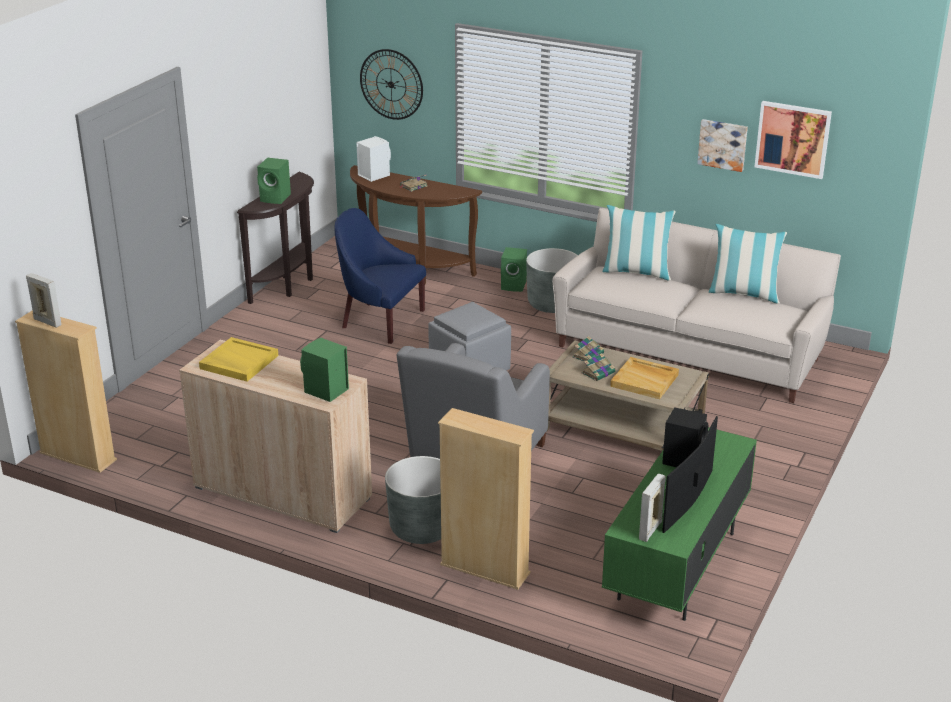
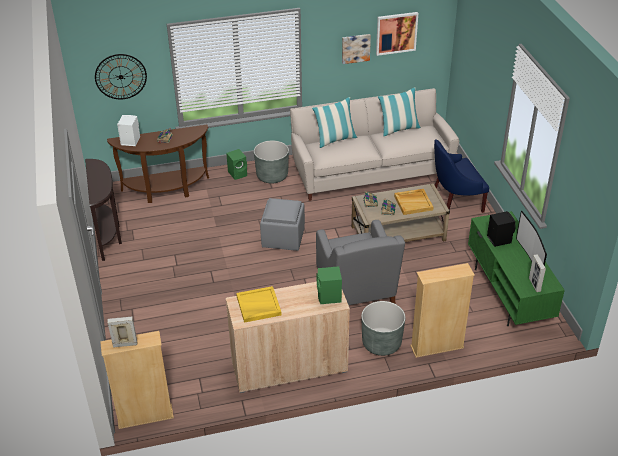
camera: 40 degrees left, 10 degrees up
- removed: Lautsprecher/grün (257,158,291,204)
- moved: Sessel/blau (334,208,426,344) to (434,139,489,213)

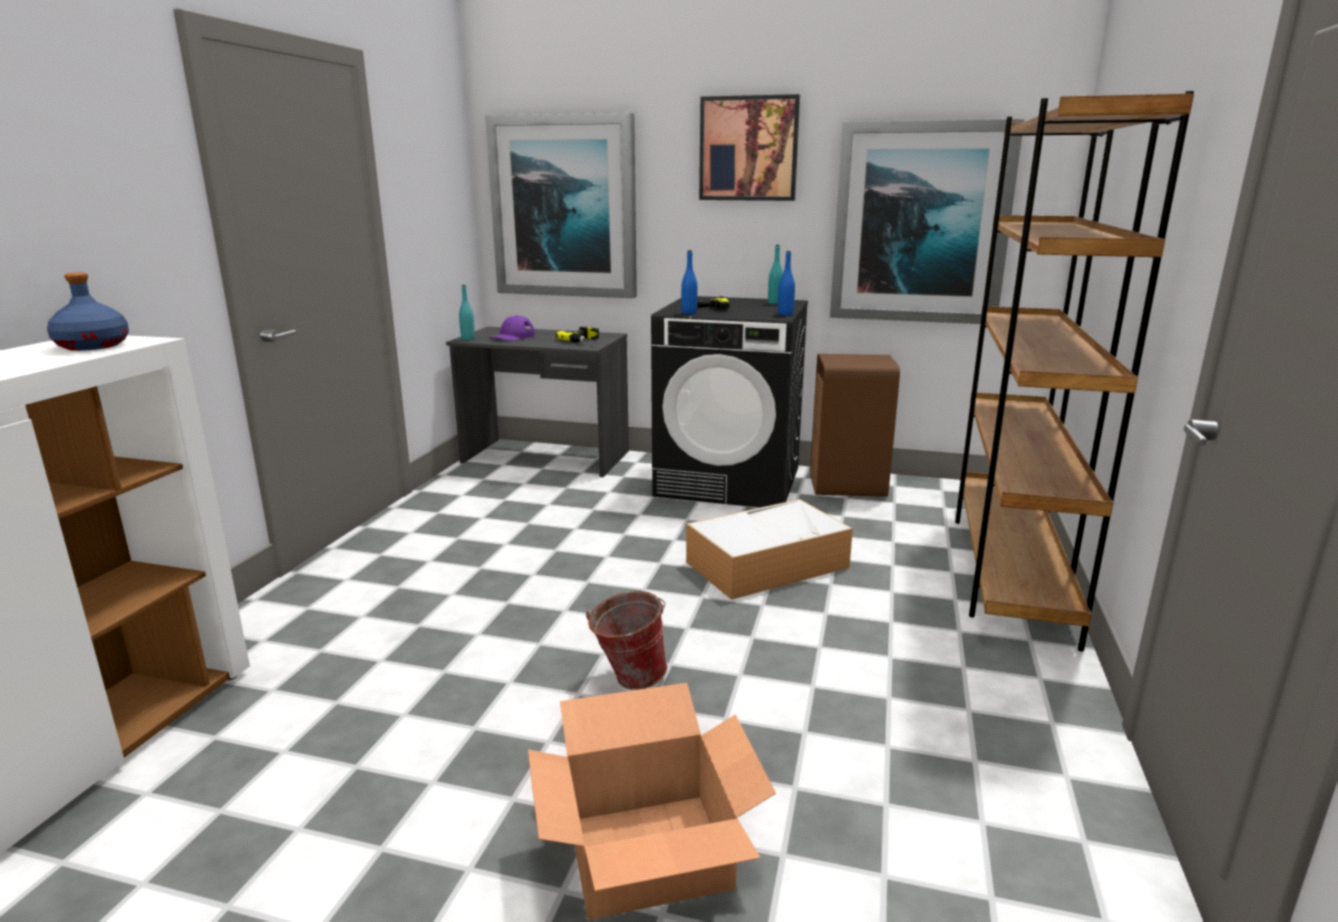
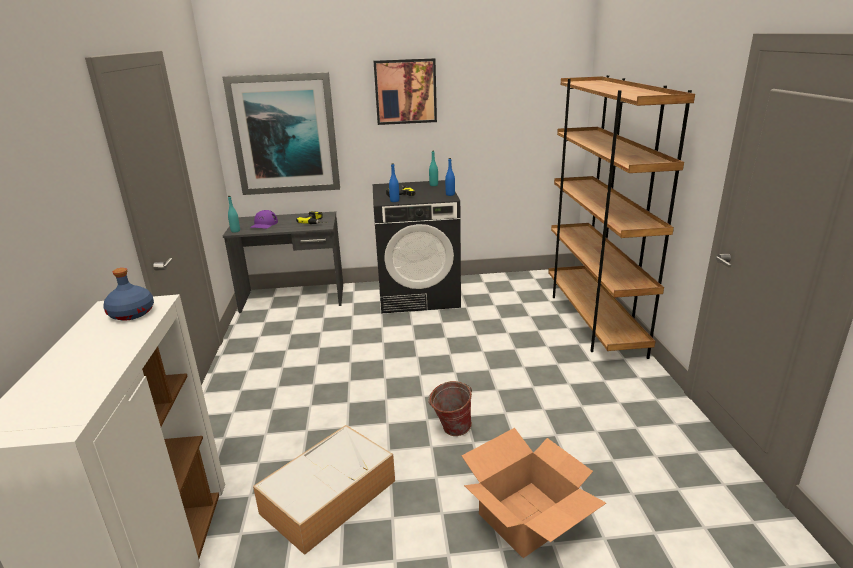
camera: 20 degrees left, 5 degrees up
- removed: Bild (830,119,1024,324)
- removed: Mülleimer/braun (810,354,900,497)
- moved: Aufbewahrungsbox (686,499,853,600) to (253,425,395,555)

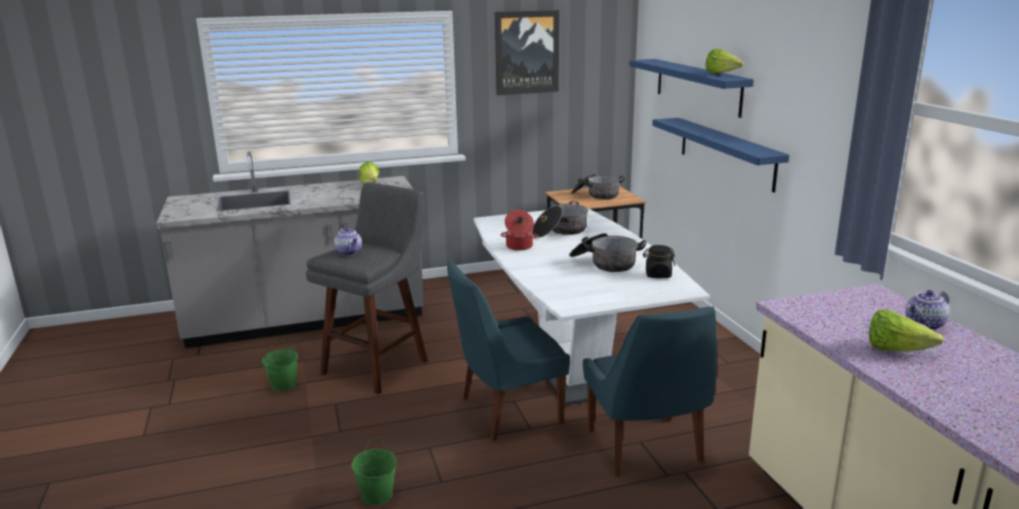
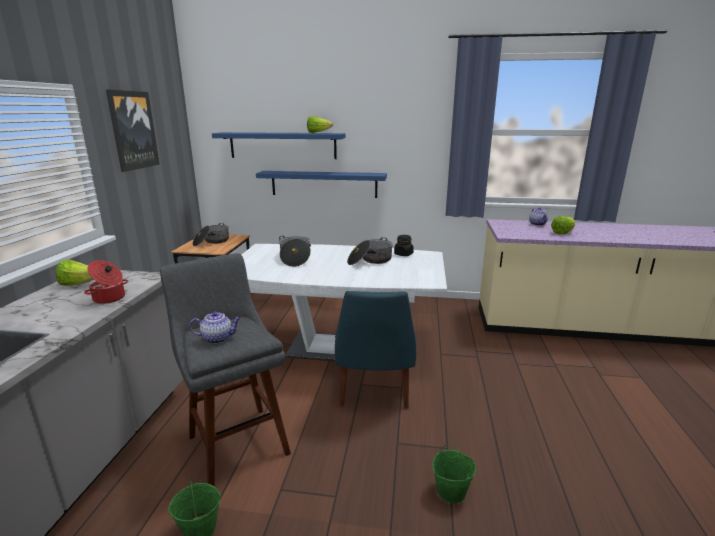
camera: 65 degrees left, 0 degrees up
- moved: Kochtopf (500,210,538,251) to (84,260,128,304)
- removed: Stuhl/blau (583,306,717,477)

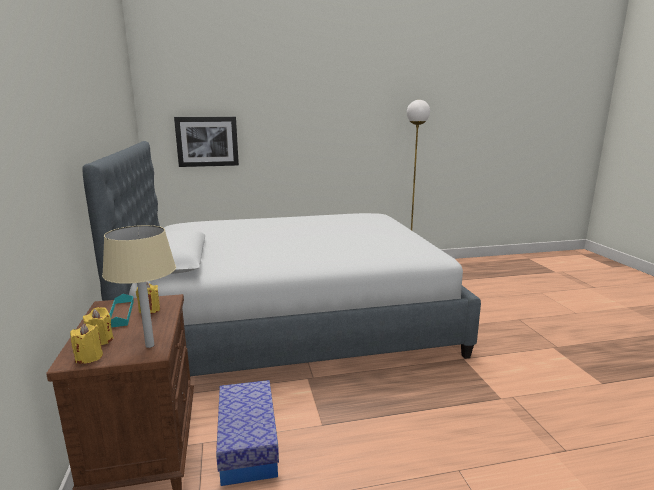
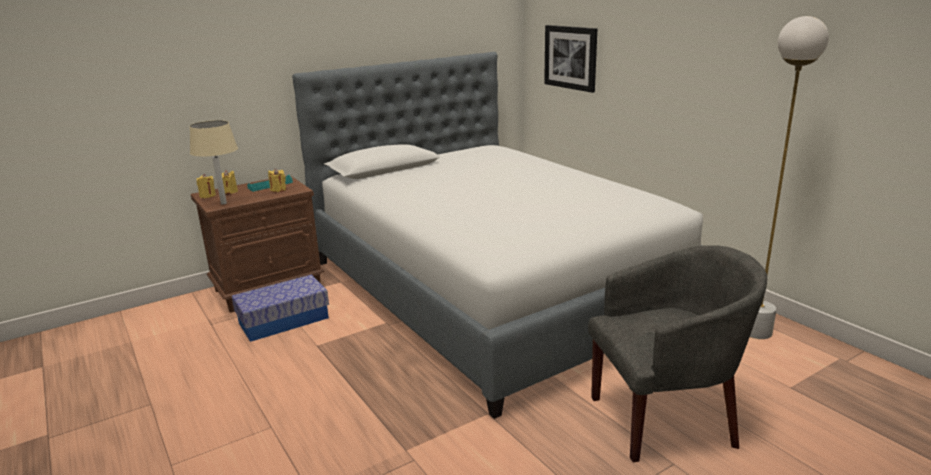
camera: 70 degrees right, 5 degrees up
- added: Sessel/grau (588,245,767,462)

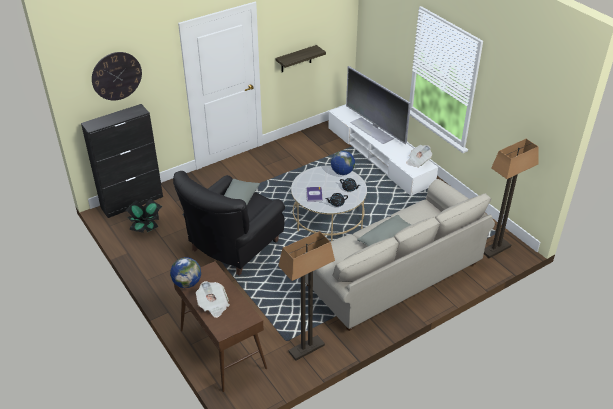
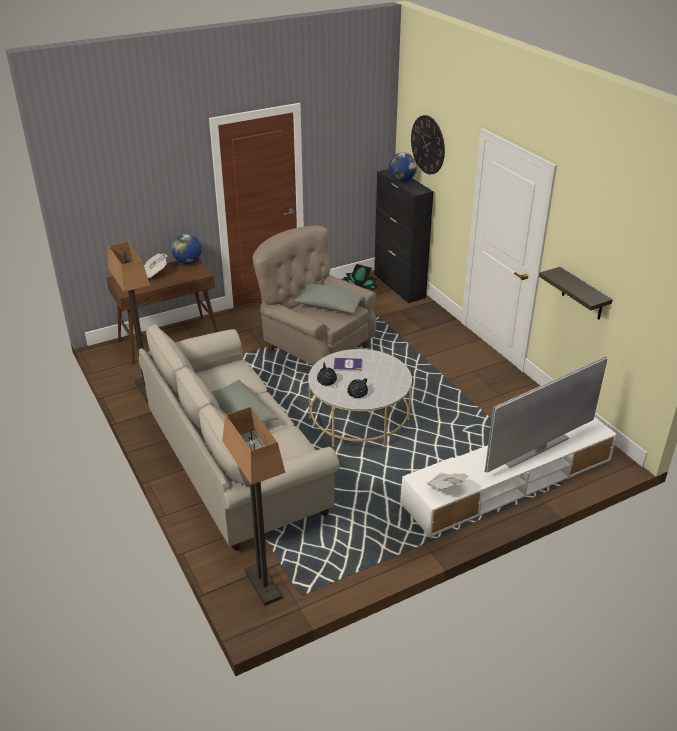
camera: 95 degrees right, 5 degrees down
- moved: Globus (331,151,355,175) to (389,153,417,182)
- recoloured: Sessel/schwarz (173,171,285,275) to Sessel/beige (252,226,377,365)

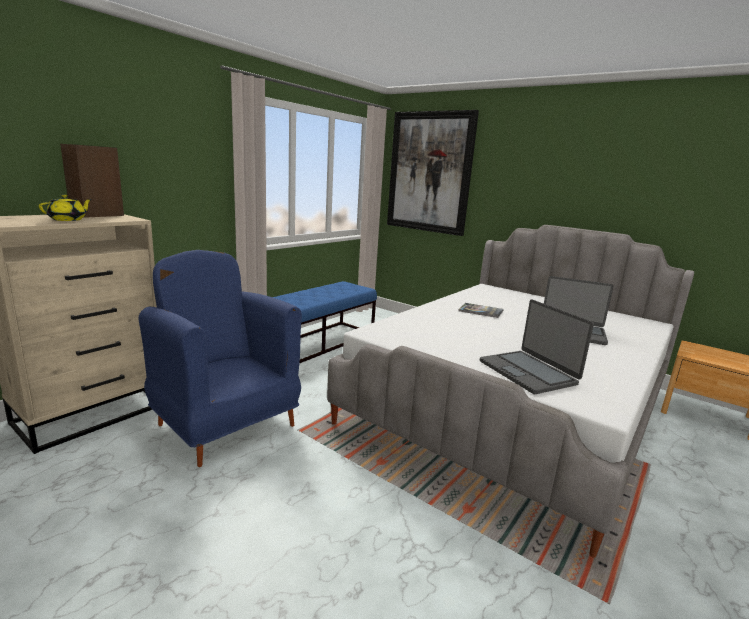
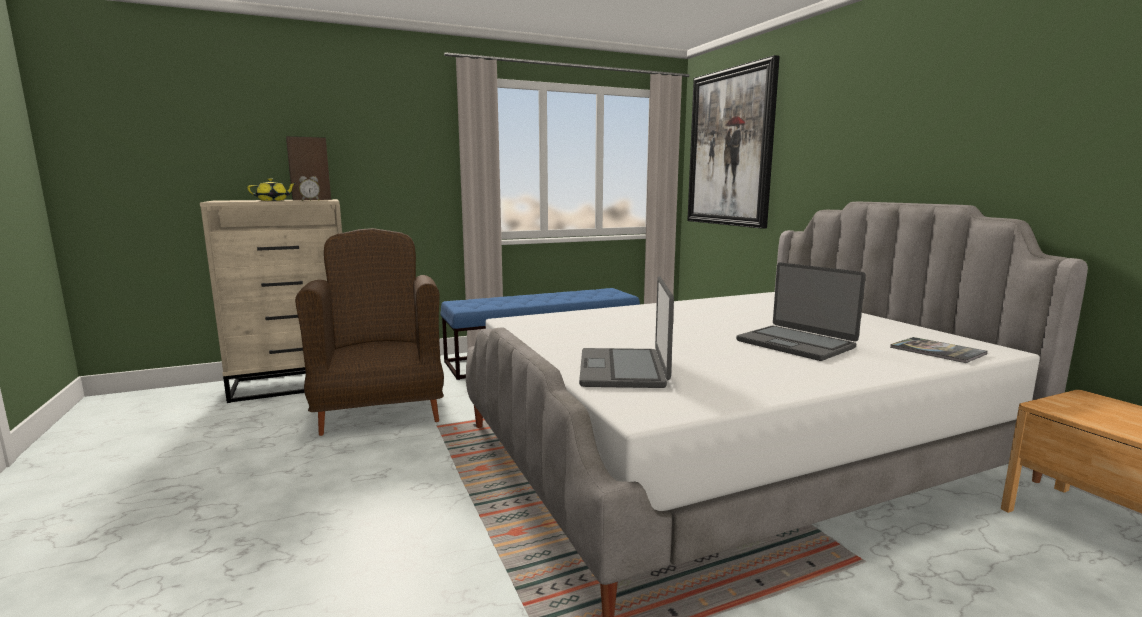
camera: 30 degrees right, 5 degrees down
- recoloured: Sessel/blau (139,250,302,467) to Sessel/braun (295,228,444,436)
- moved: Buch (458,303,504,318) to (890,337,988,363)
- added: Wecker (299,176,320,201)

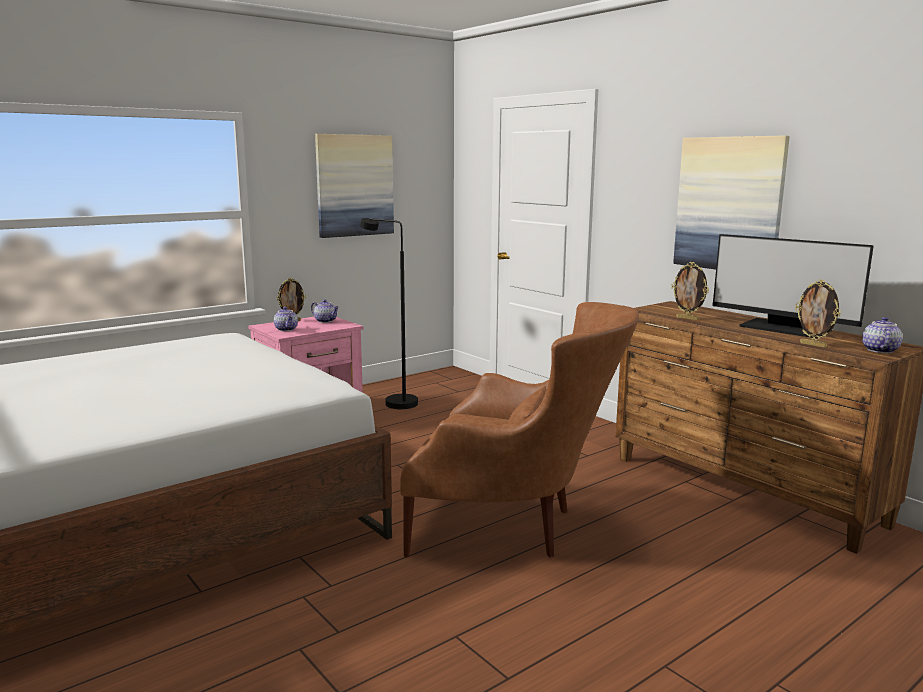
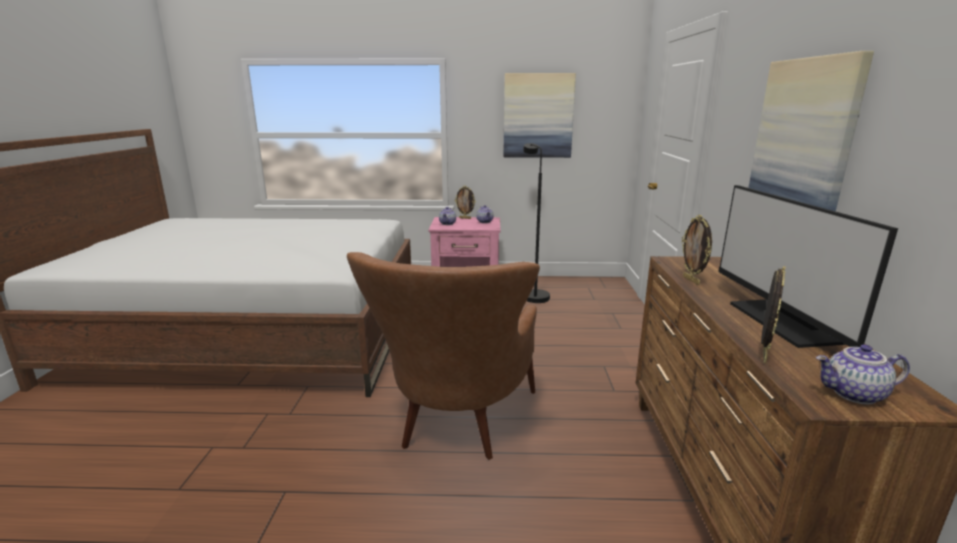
camera: 40 degrees right, 5 degrees up
- turned: Bilderrahmen (795,279,841,348) = (761,266,786,363) 150 degrees counterclockwise
- turned: Sessel/braun (400,302,639,557) = (347,252,540,460) 45 degrees clockwise
- turned: Teekanne (862,317,902,353) = (816,344,910,405) 150 degrees counterclockwise

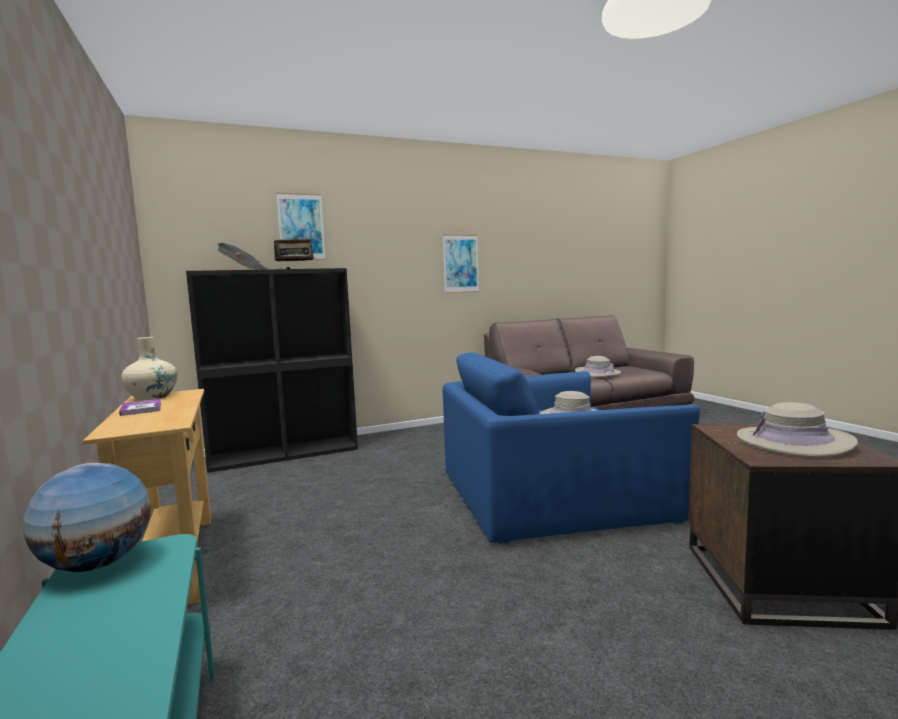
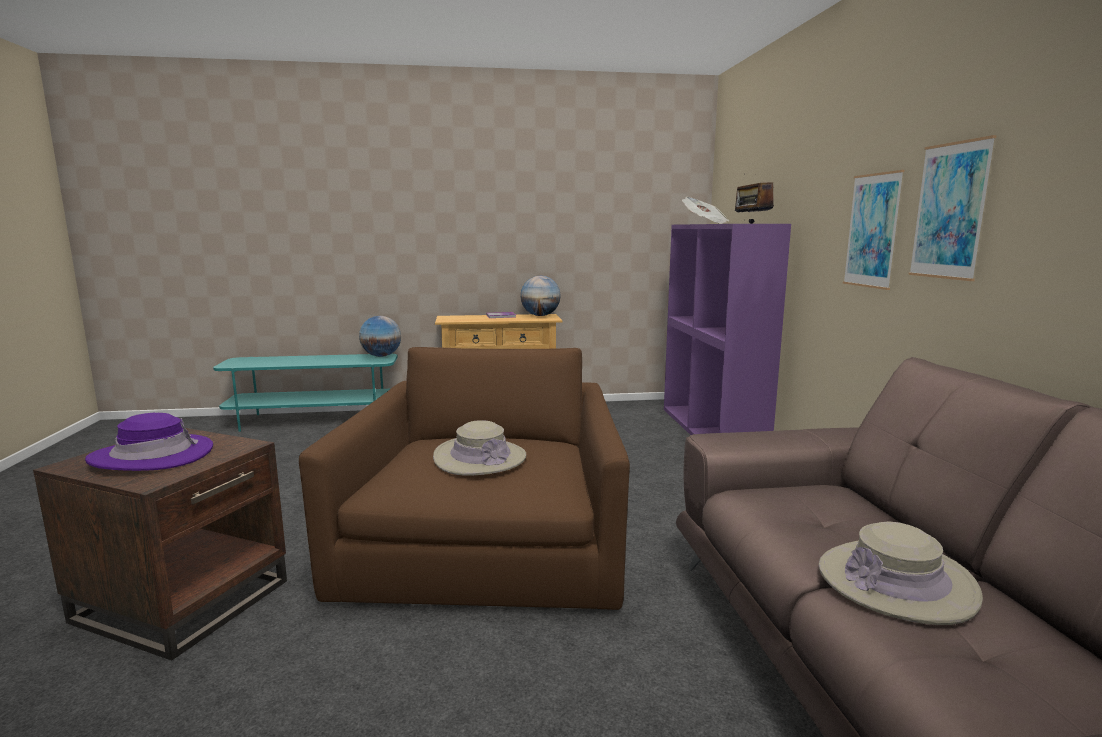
camera: 105 degrees right, 5 degrees up
- moved: Bild (276,192,326,260) to (843,170,904,290)
- recoloured: Bücherregal/schwarz (186,268,358,473) to Bücherregal/lila (664,224,791,435)
- replaced: Vase/beige (121,337,177,400) to Globus (520,276,561,316)
- recoloured: Sessel/blau (442,352,700,544) to Sessel/braun (299,347,630,610)
- recoloured: Hut/beige (737,402,858,458) to Hut/lila (85,413,213,471)

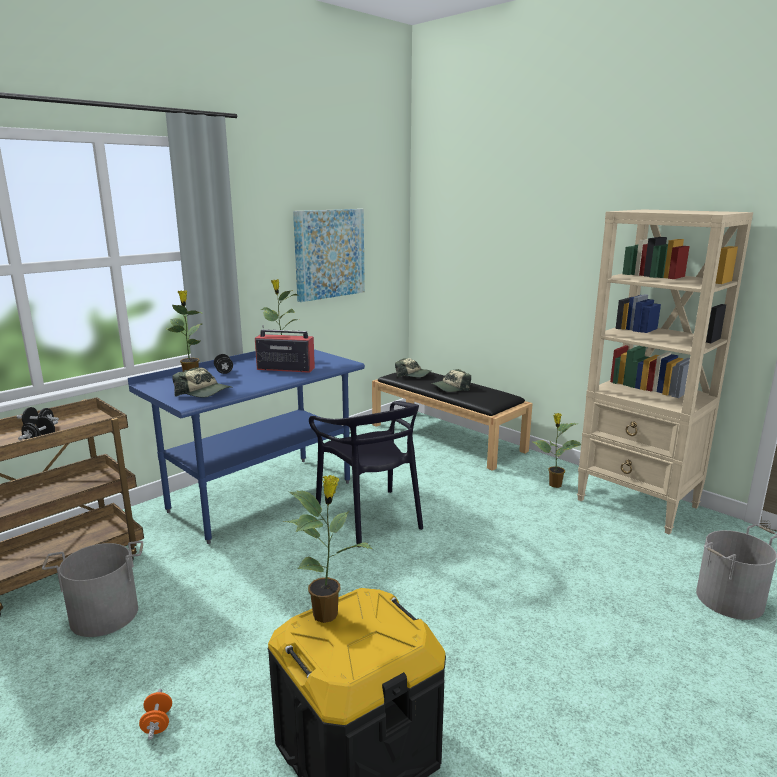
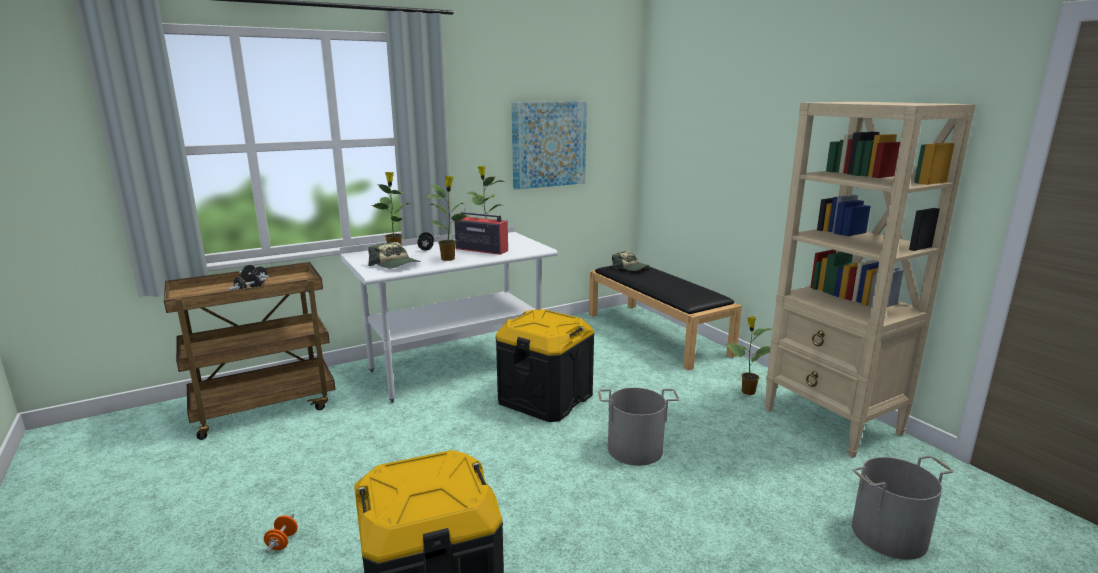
camera: 15 degrees right, 0 degrees up
- recoloured: Schreibtisch/blau (128,349,365,544) to Schreibtisch/weiß (340,226,558,403)
- removed: Kappe (431,369,471,392)
- replaced: Stuhl/schwarz (309,401,423,548) to Aufbewahrungsbox/schwarz (496,309,595,422)
- moved: Topfpflanze (284,475,373,623) to (427,176,468,261)
- moved: Eimer/grau (42,541,143,637) to (598,388,679,466)

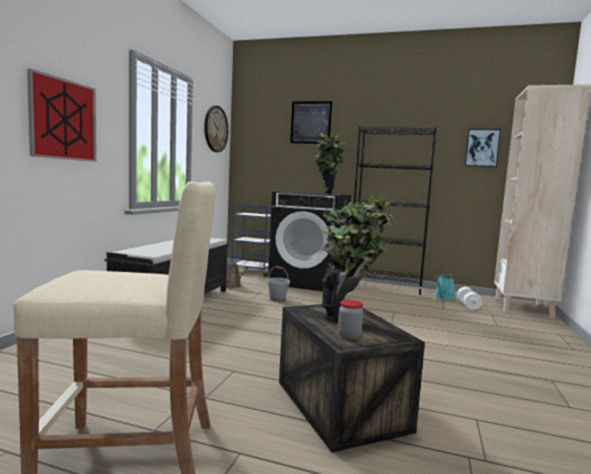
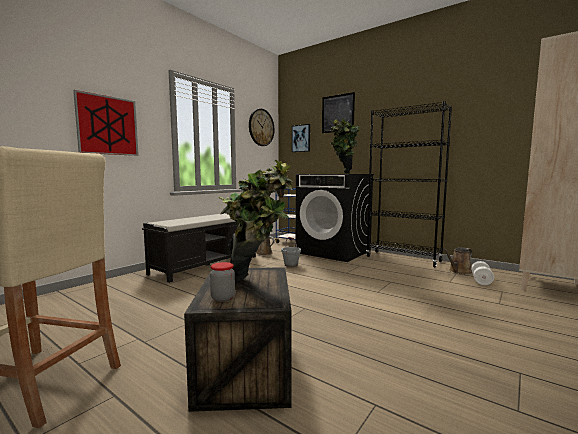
camera: 20 degrees right, 0 degrees up
- moved: Bild (465,129,501,167) to (292,124,310,152)
- recoloured: Gießkanne/türkis (434,274,456,300) to Gießkanne/braun (443,247,472,274)

